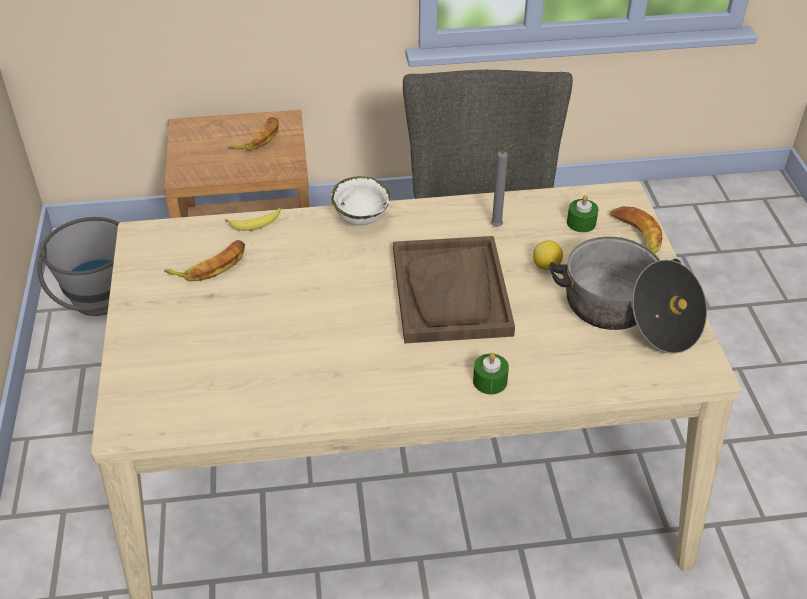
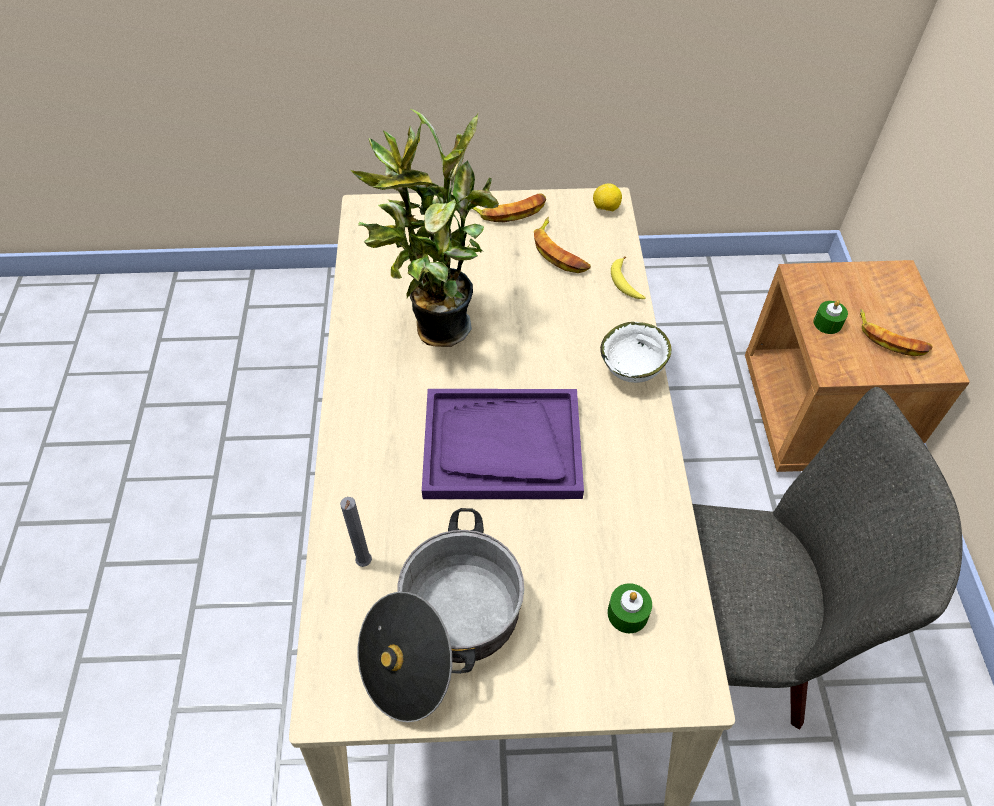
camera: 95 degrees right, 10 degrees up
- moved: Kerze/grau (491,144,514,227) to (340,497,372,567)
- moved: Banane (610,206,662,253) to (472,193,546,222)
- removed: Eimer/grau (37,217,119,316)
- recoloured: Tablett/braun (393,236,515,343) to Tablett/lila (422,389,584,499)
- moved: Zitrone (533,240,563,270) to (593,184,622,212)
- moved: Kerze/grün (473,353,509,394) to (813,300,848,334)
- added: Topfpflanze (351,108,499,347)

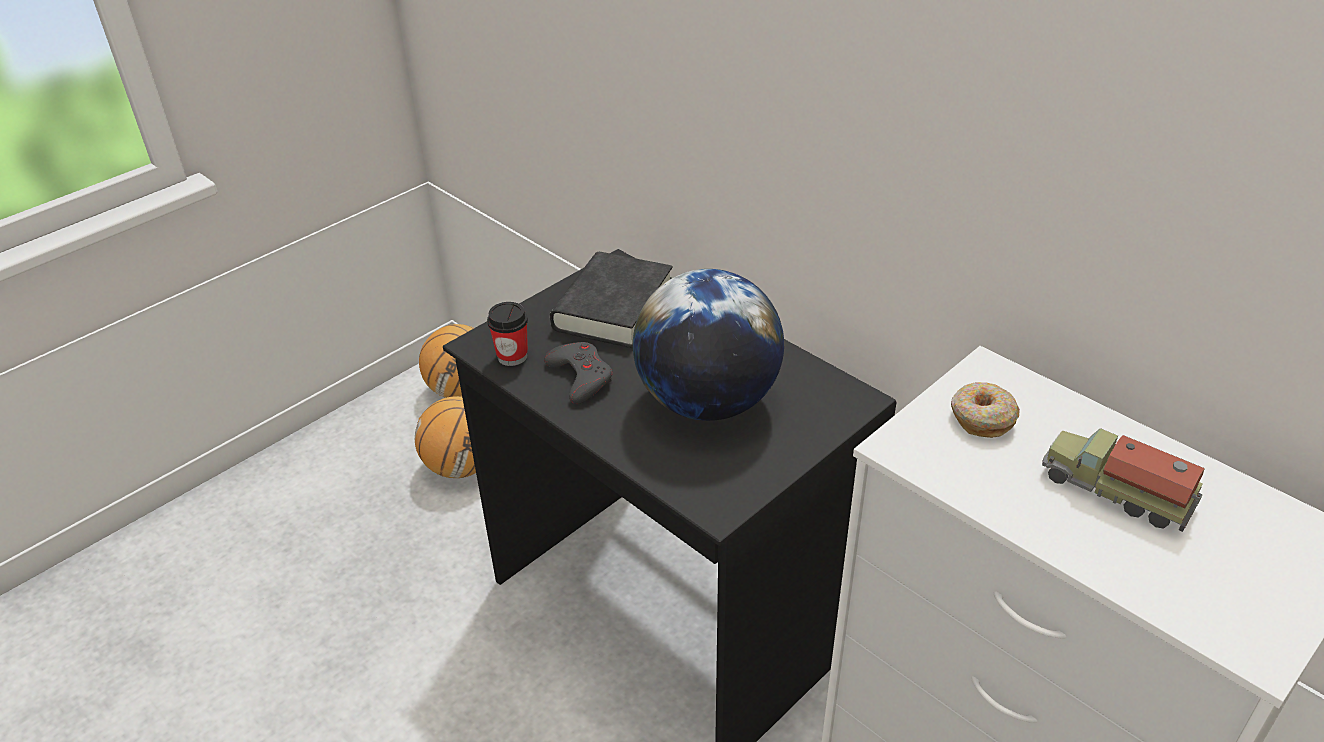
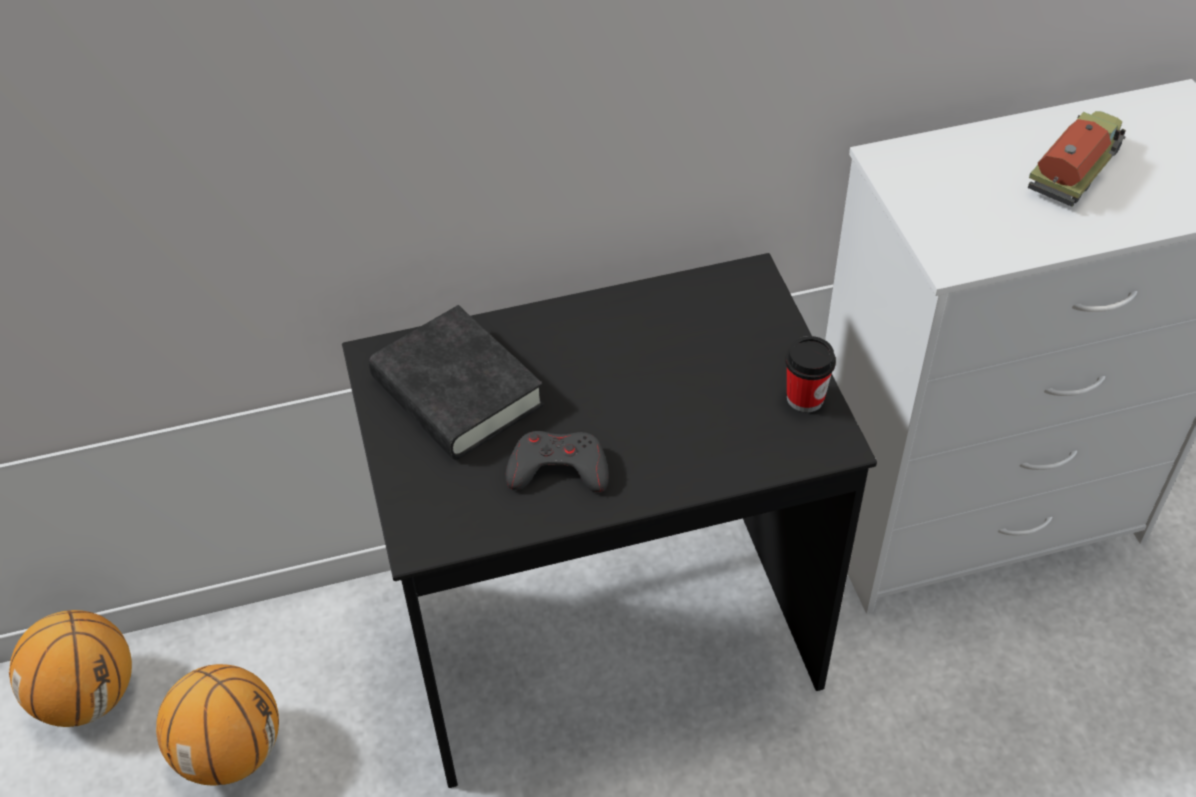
camera: 60 degrees left, 10 degrees up
- removed: Globus (633,269,784,421)
- moved: Tasse (487,302,528,366) to (785,336,836,412)
- removed: Donut (951,382,1020,438)
- turned: Spielzeuglaster (1042,428,1205,532) = (1028,111,1126,207) 150 degrees clockwise

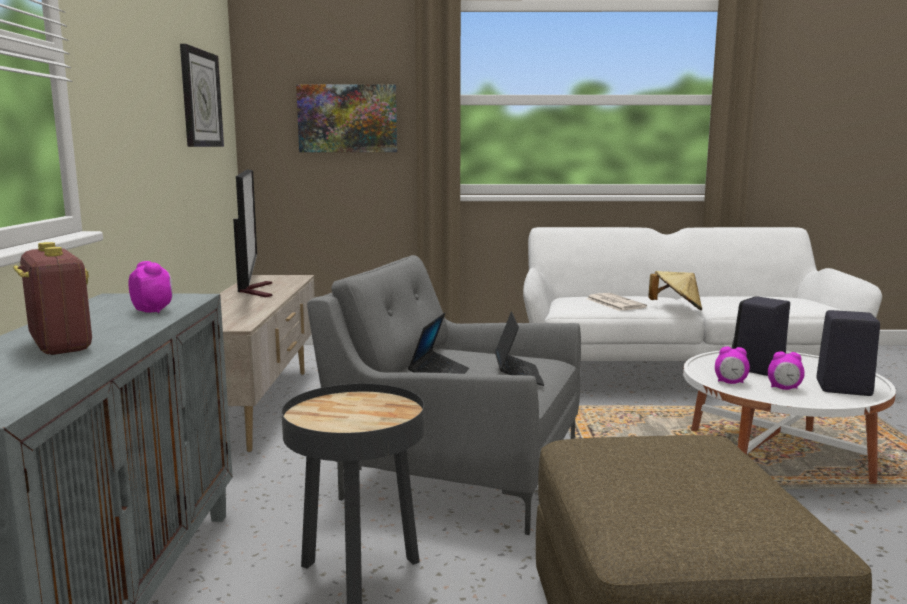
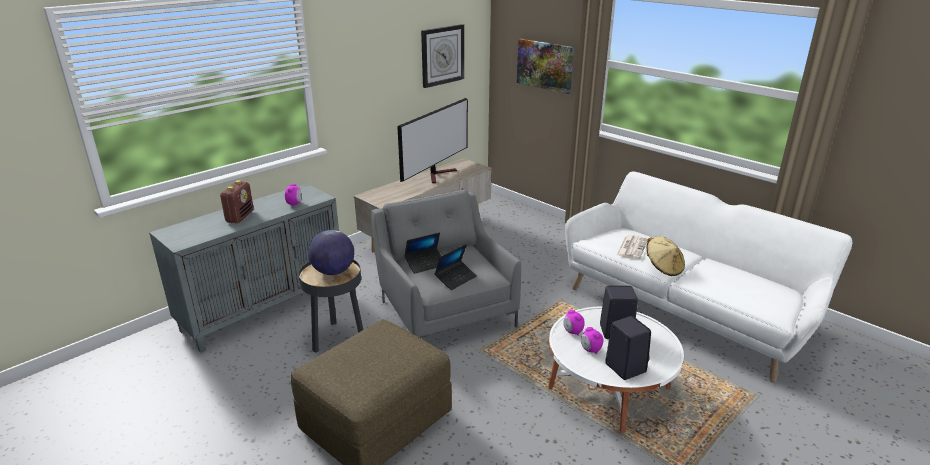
camera: 45 degrees right, 15 degrees up
- added: Globus (308,230,354,275)

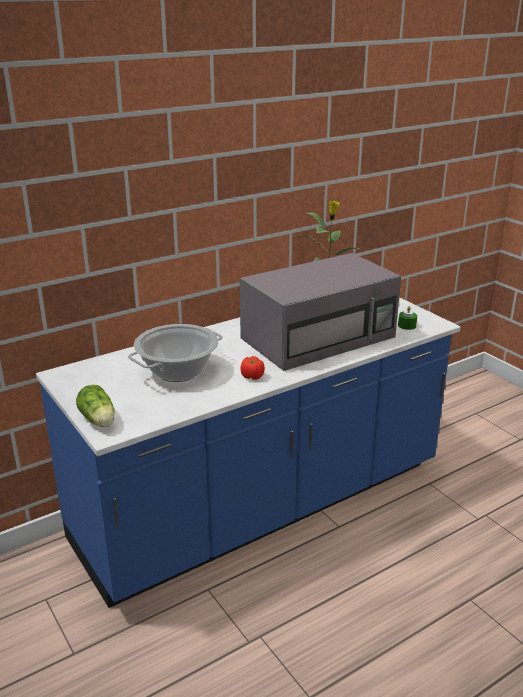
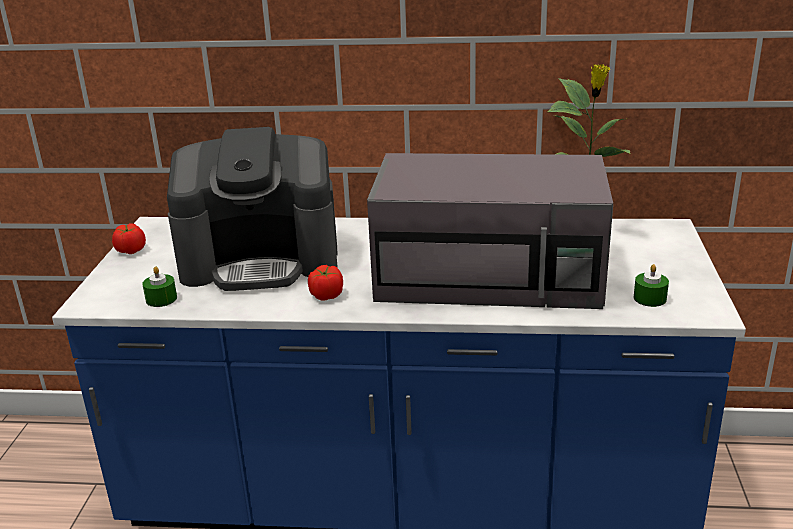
camera: 40 degrees right, 0 degrees up
- replaced: Kochtopf (128,324,223,382) to Kaffeemaschine (167,127,338,291)
- removed: Salatkopf (76,385,115,427)
- added: Tomate (112,223,146,254)
- added: Kerze/grün (142,266,177,307)

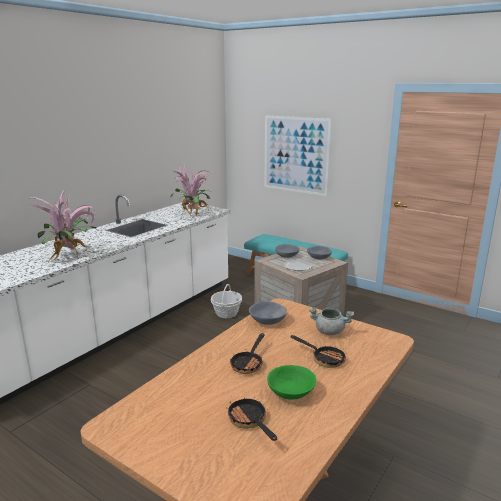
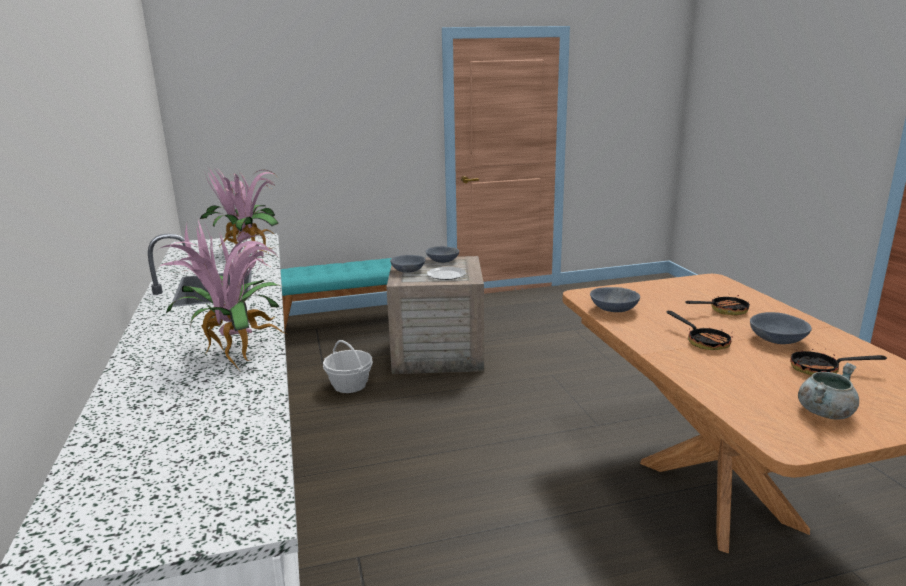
camera: 50 degrees left, 0 degrees up
- removed: Bild (264,115,332,196)
- moved: Kochtopf/grau (309,308,354,335) to (798,363,859,420)
- recoloured: Schüssel/grün (267,365,316,400) to Schüssel/grau (750,312,812,344)

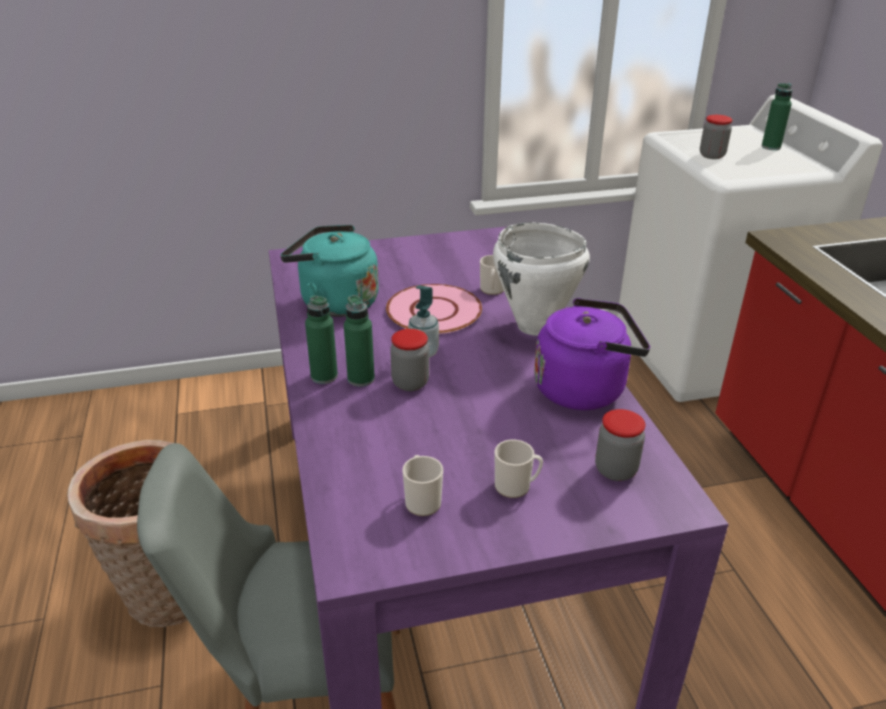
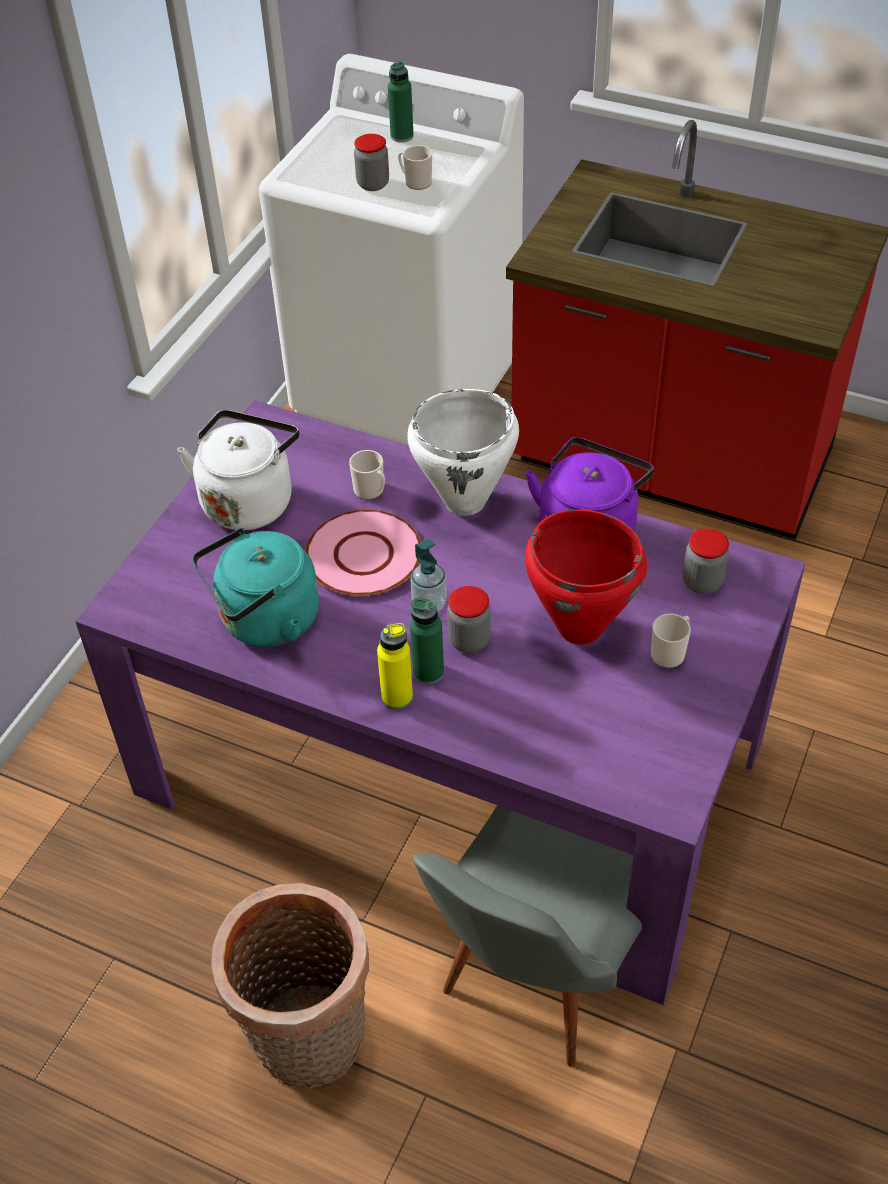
camera: 50 degrees left, 15 degrees up
- recoloured: Flasche/grün (305,295,338,384) to Flasche/gelb (377,623,413,710)
- moved: Henkelbecher (402,455,443,516) to (398,145,432,190)
- added: Wasserkessel/weiß (177,410,299,530)
- added: Kochtopf/rot (525,509,647,645)

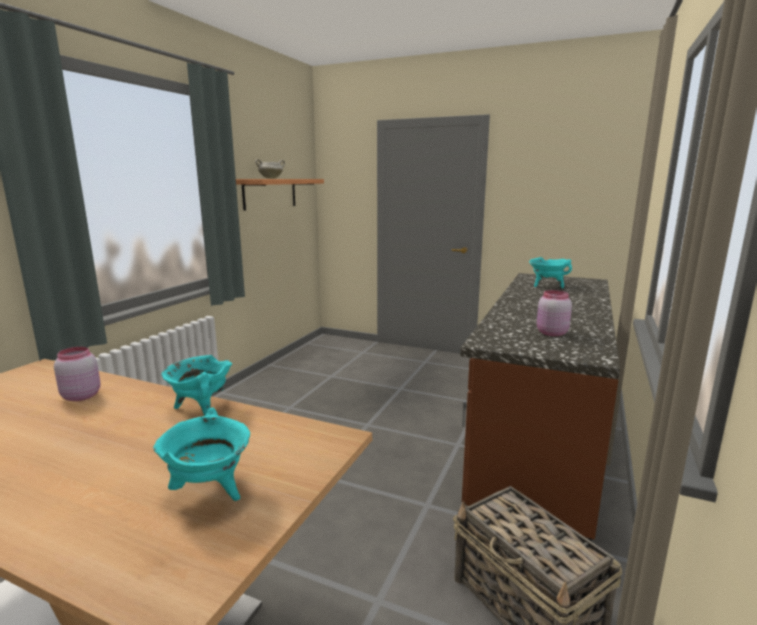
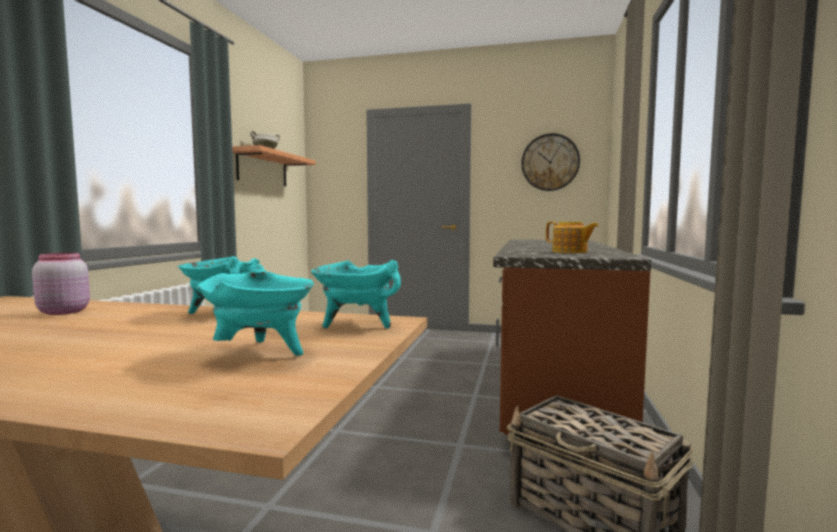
camera: 10 degrees left, 10 degrees down
- moved: Kochtopf/türkis (529,257,572,289) to (311,260,401,329)
- replaced: Vorratsglas/rosa (537,290,572,336) to Teekanne (546,222,599,253)
- added: Wanduhr (521,133,580,191)

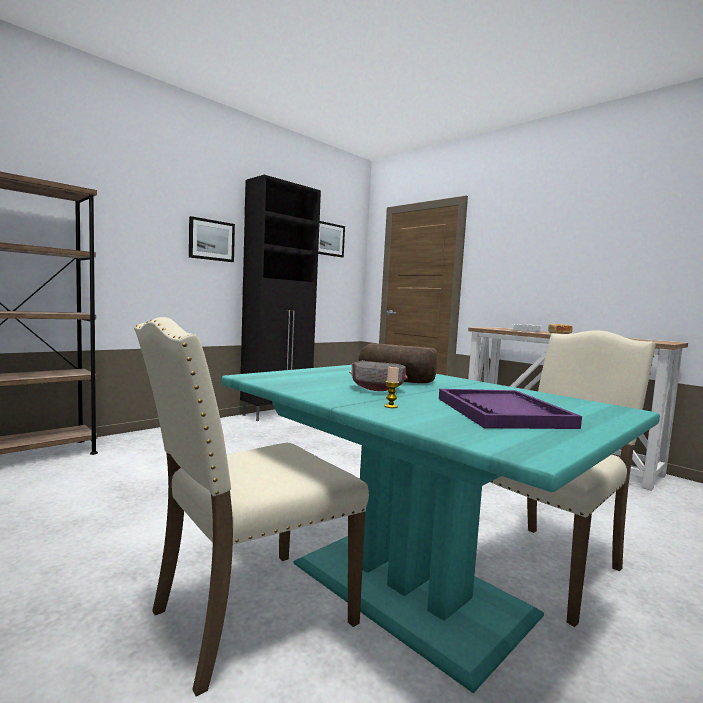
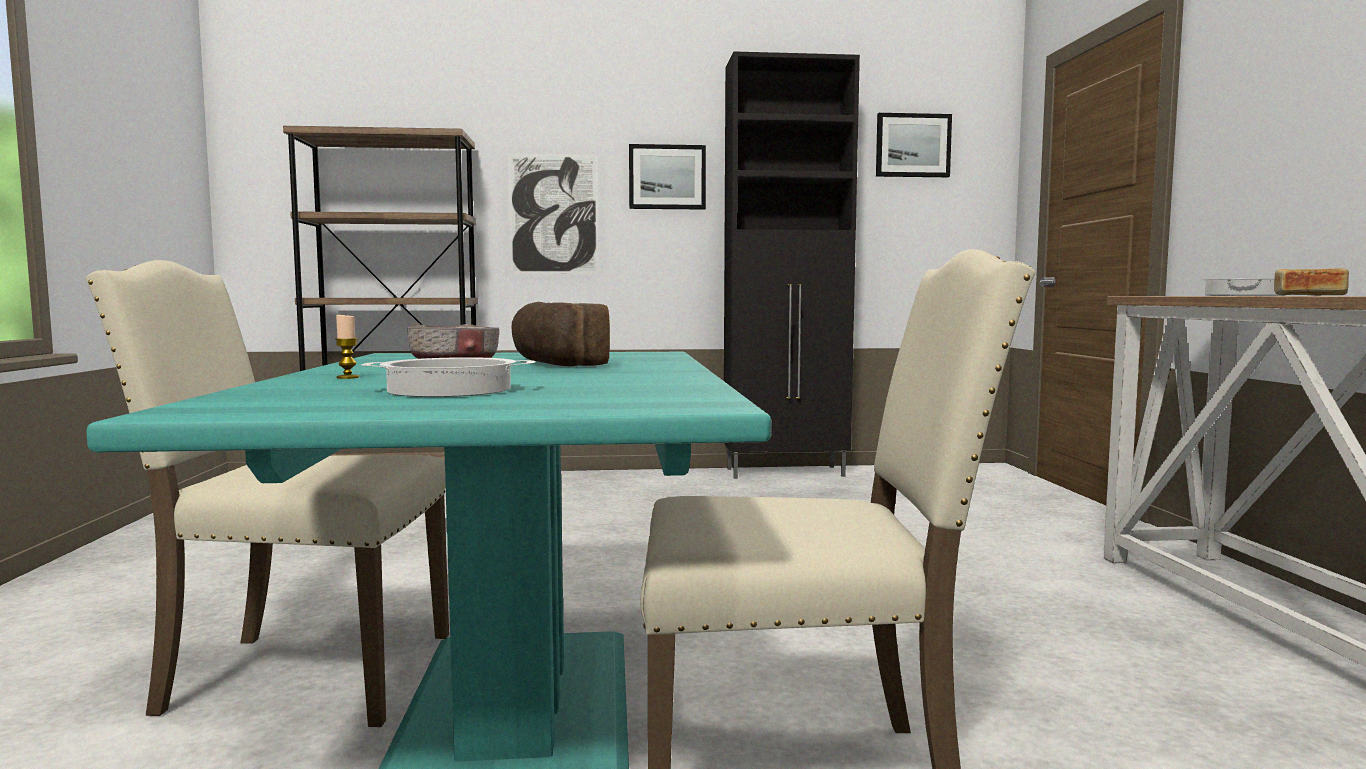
camera: 40 degrees right, 0 degrees up
- replaced: Tablett/lila (439,389,582,429) to Kochtopf (362,357,536,397)
- added: Bild (507,153,599,274)

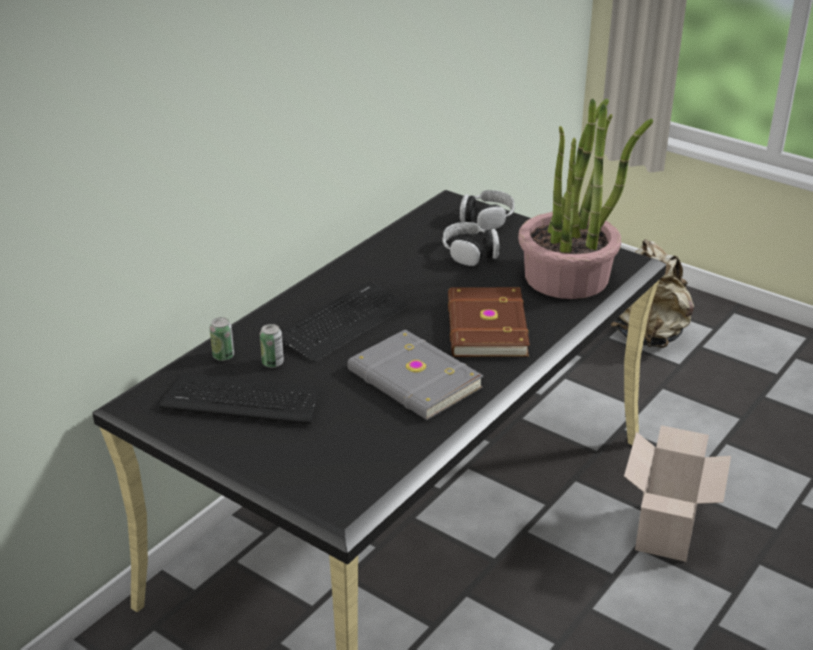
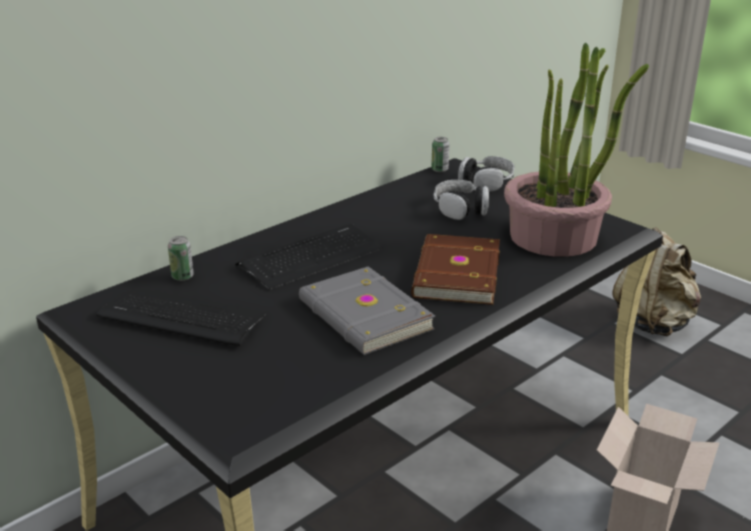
camera: 10 degrees right, 5 degrees down
- moved: Dose (260,324,284,368) to (431,137,450,172)

